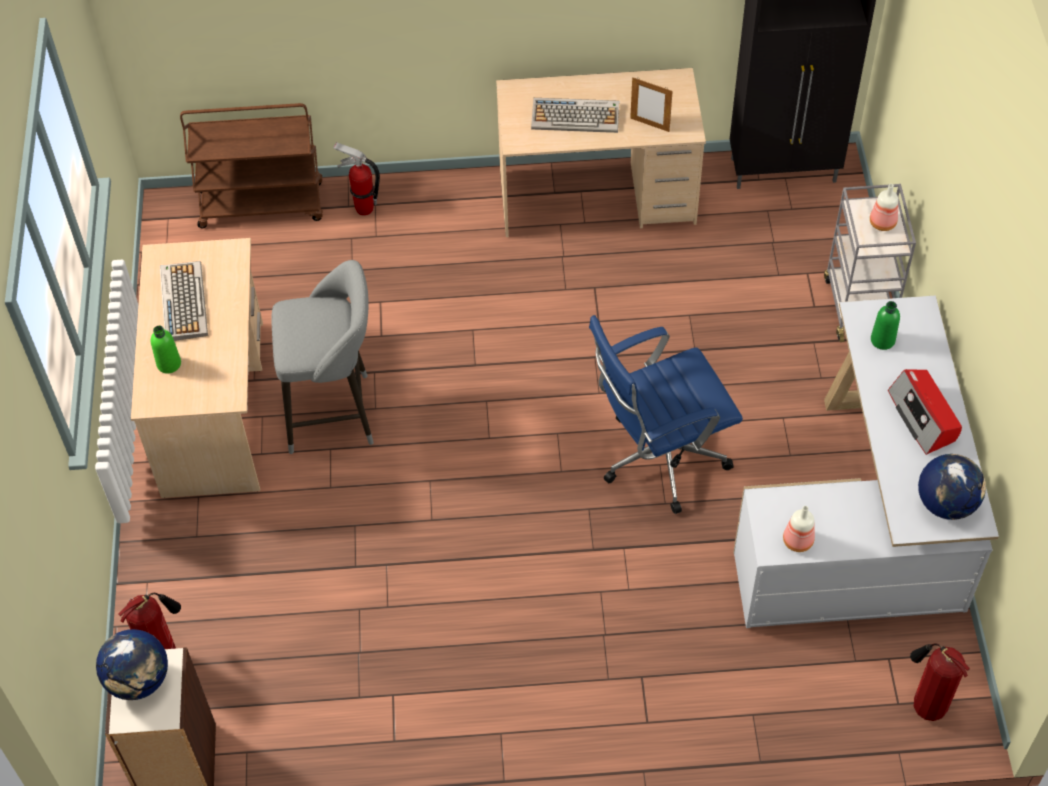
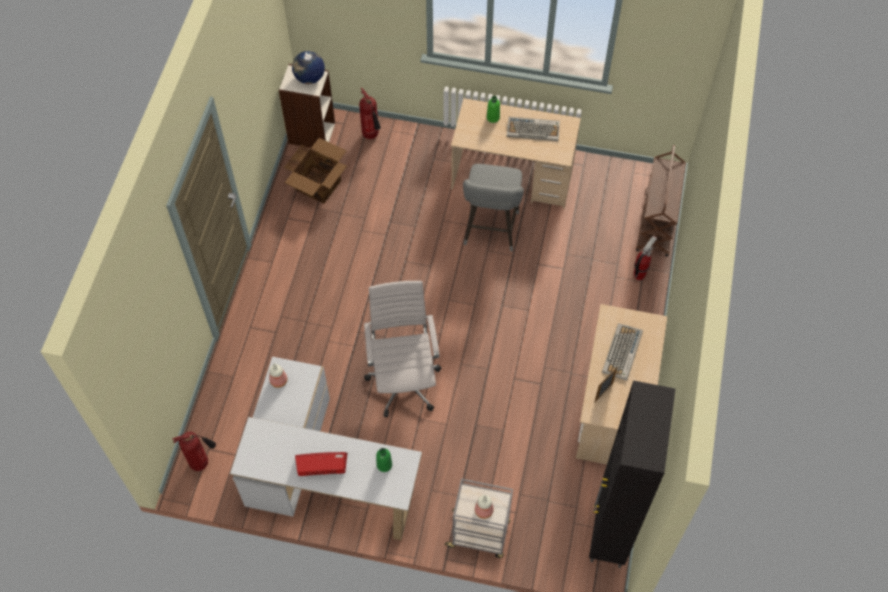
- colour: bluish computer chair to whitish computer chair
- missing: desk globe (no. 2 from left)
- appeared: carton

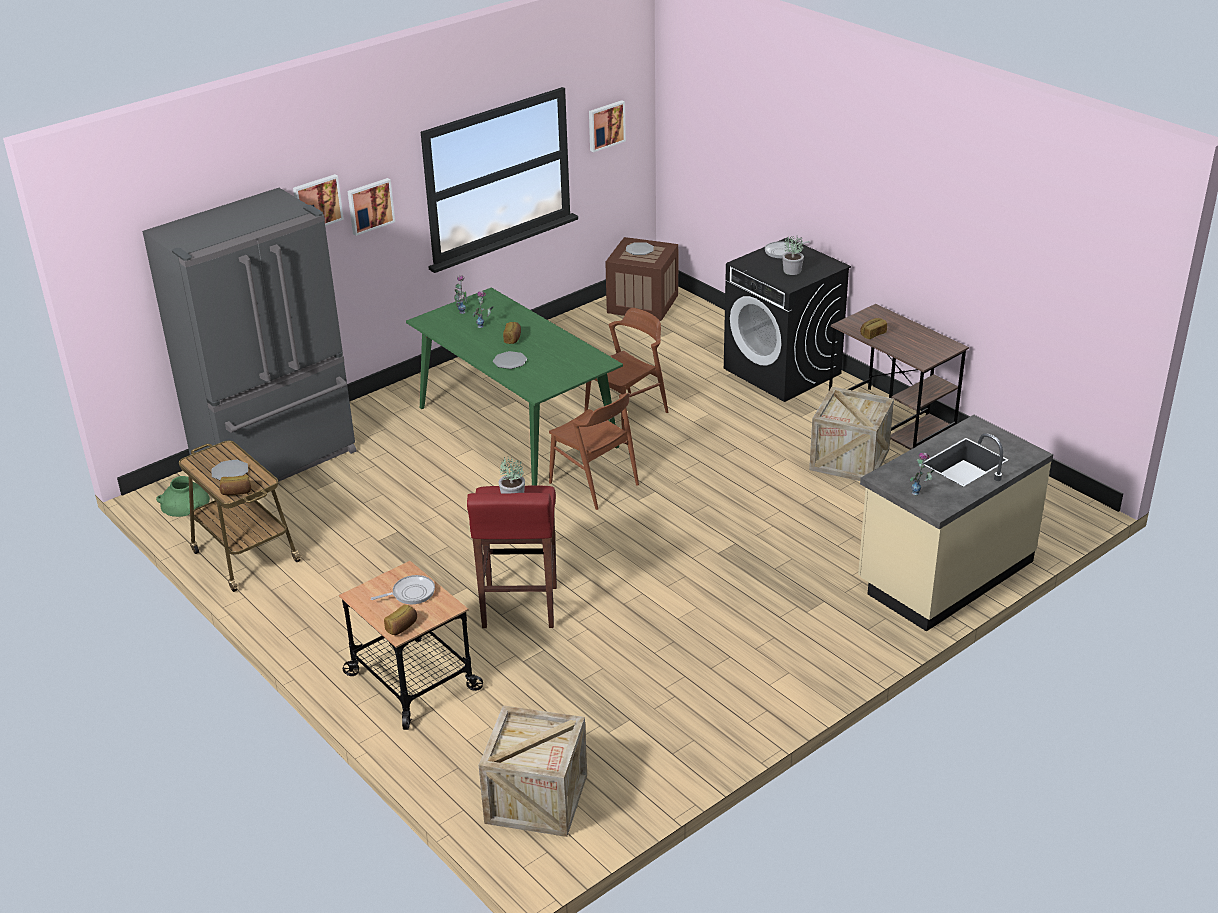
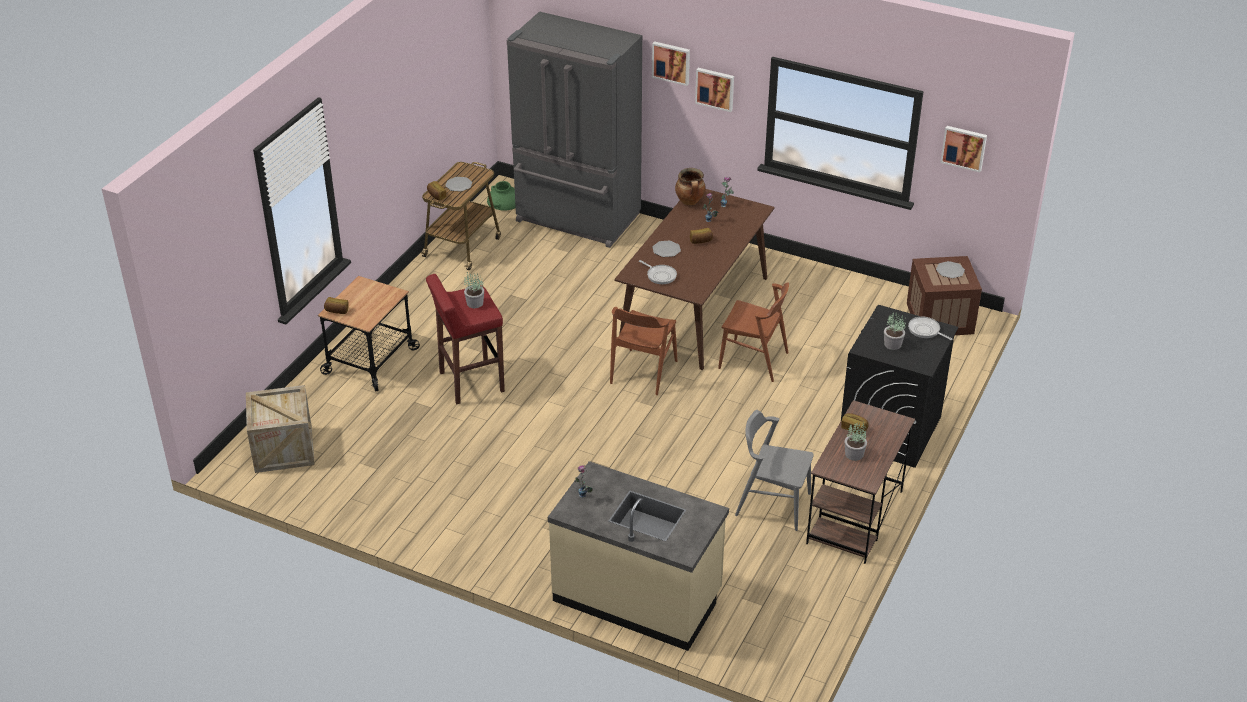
- relocated: skillet (no. 1 from left)
- colour: green-coloured kitchen table to brownish kitchen table
- exchanged: crate (no. 3 from left) to grey upright chair
- appeared: stockpot
- appeared: plant in a pot (no. 2 from left)

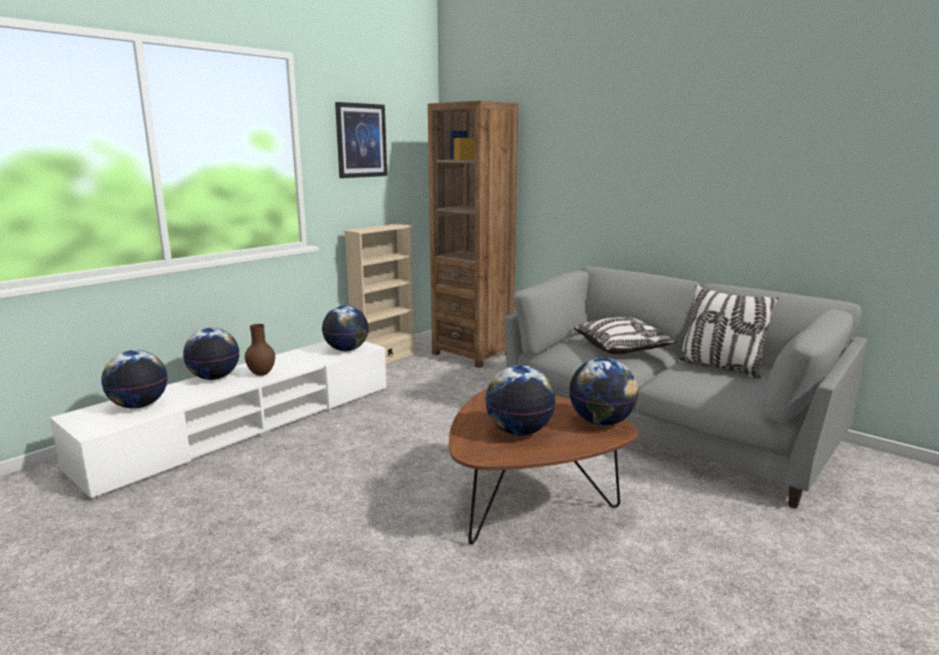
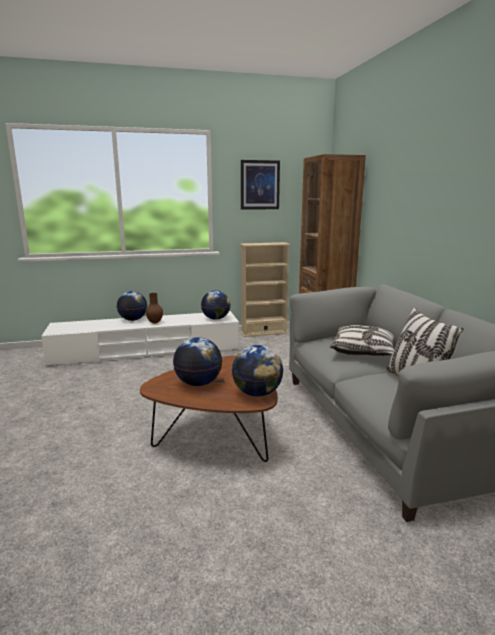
- missing: desk globe (no. 1 from left)

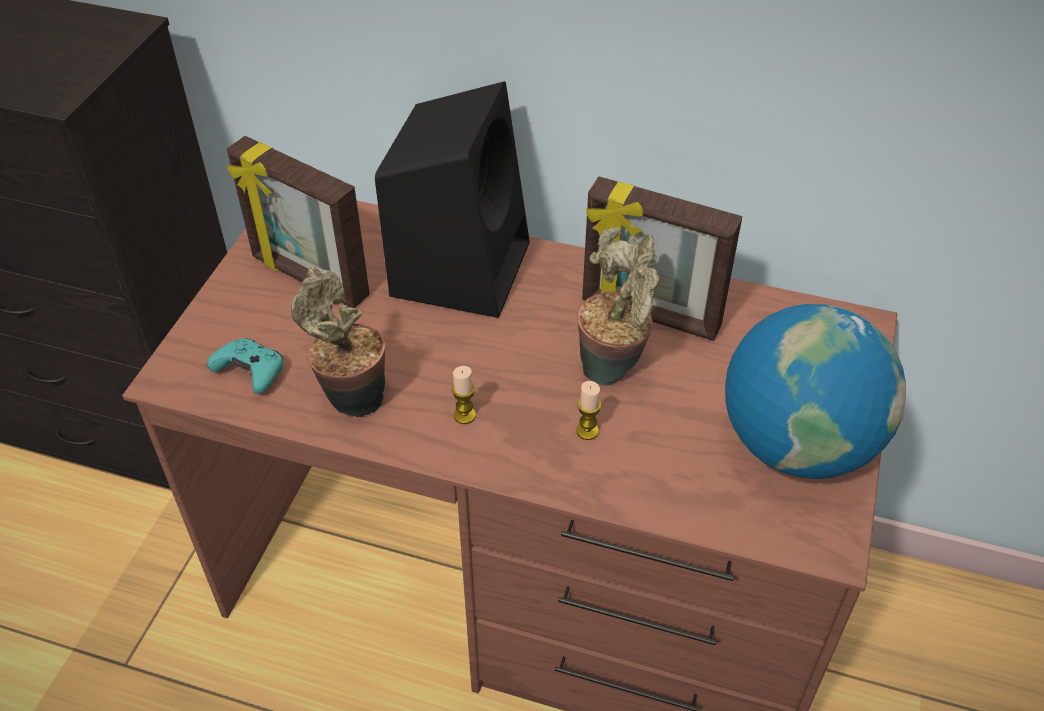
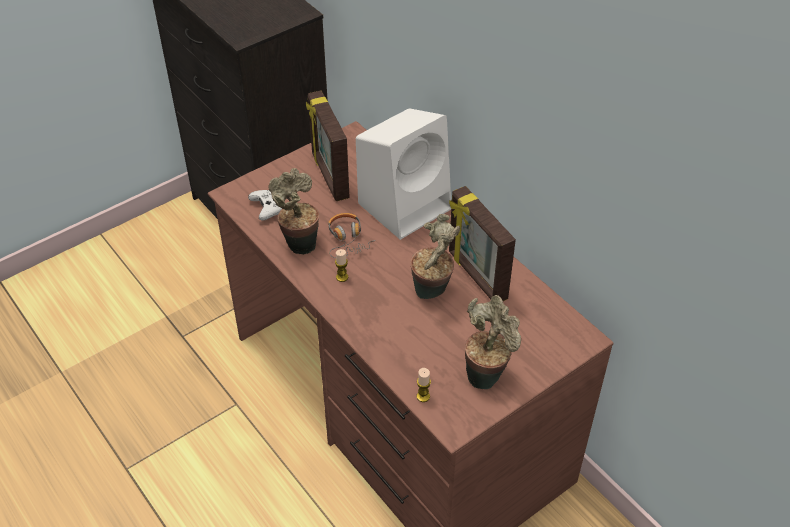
- colour: turquoise joypad to whitish joypad
- colour: black loudspeaker to whitish loudspeaker
- relocated: wax light (no. 2 from left)
- exchanged: desk globe to plant in a pot (no. 3 from left)
- appeared: headphones

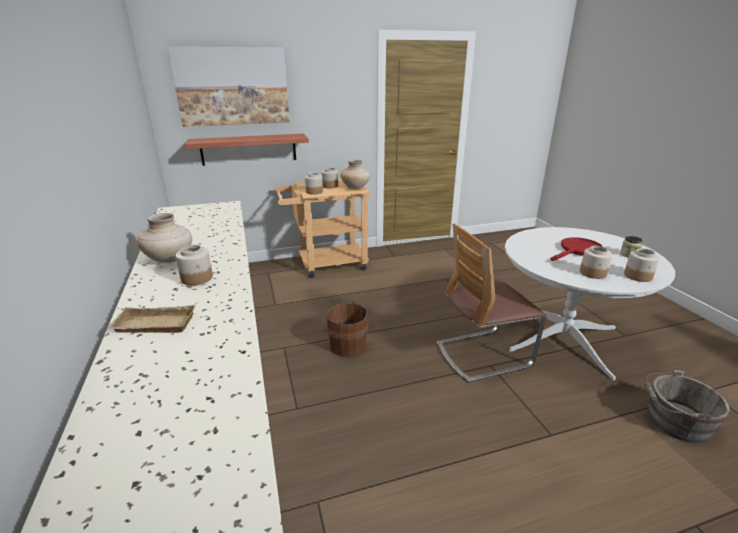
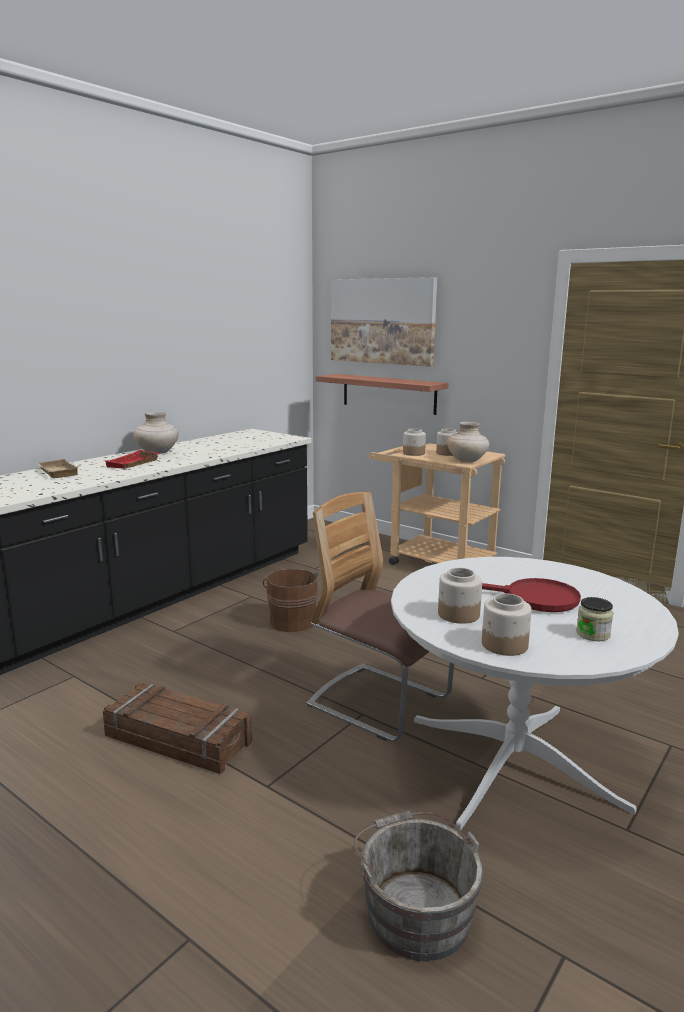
- exchanged: storage jar (no. 1 from left) to reddish carrying tray
- appeared: crate

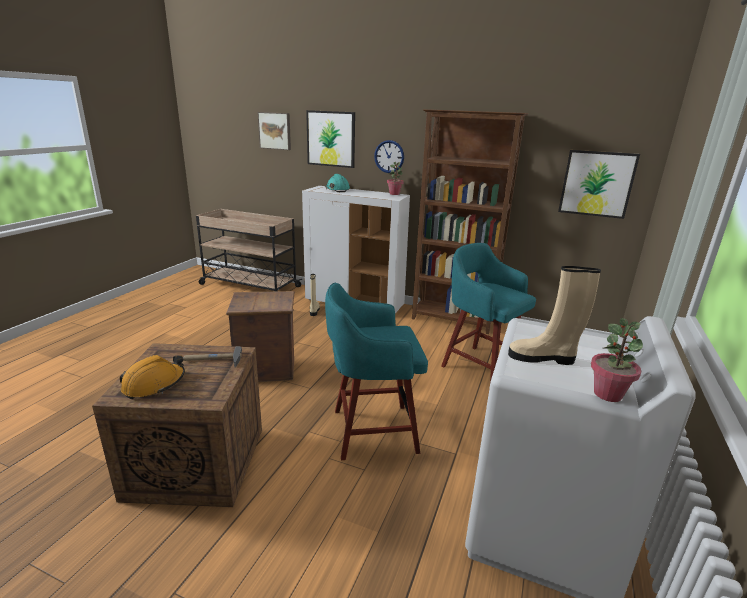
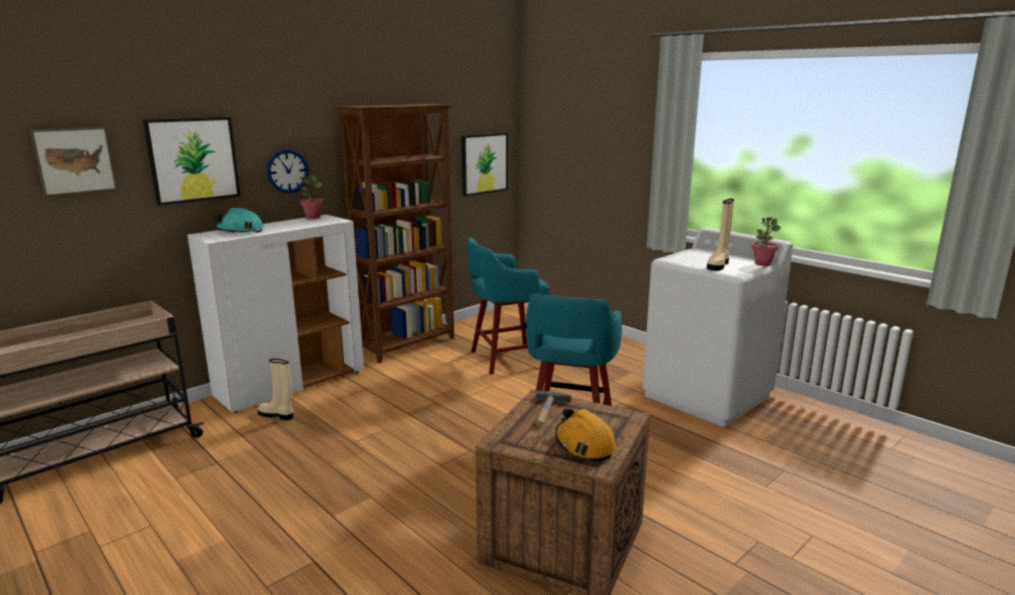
- missing: crate (no. 2 from left)

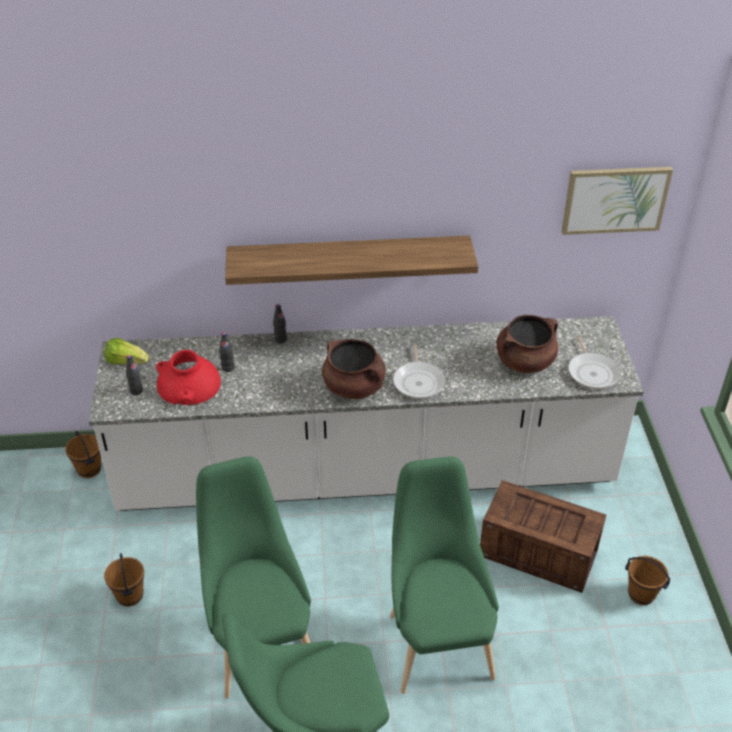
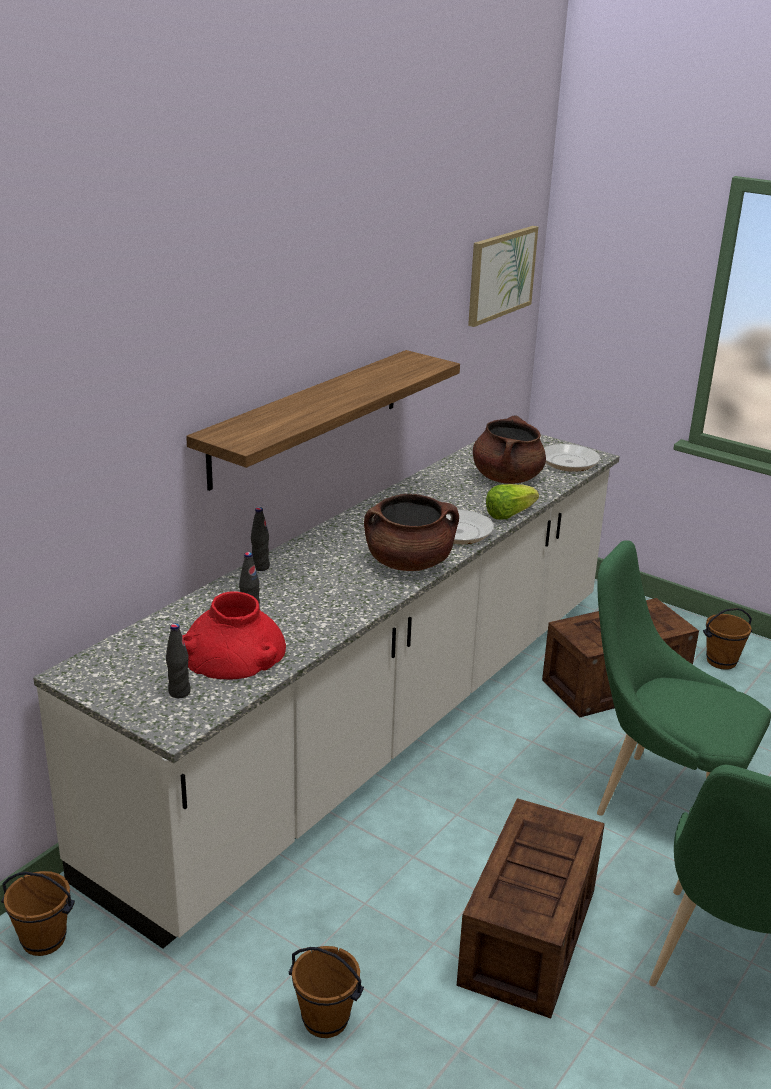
- relocated: head of lettuce
- exchanged: green-coloured upright chair (no. 1 from left) to crate (no. 1 from left)

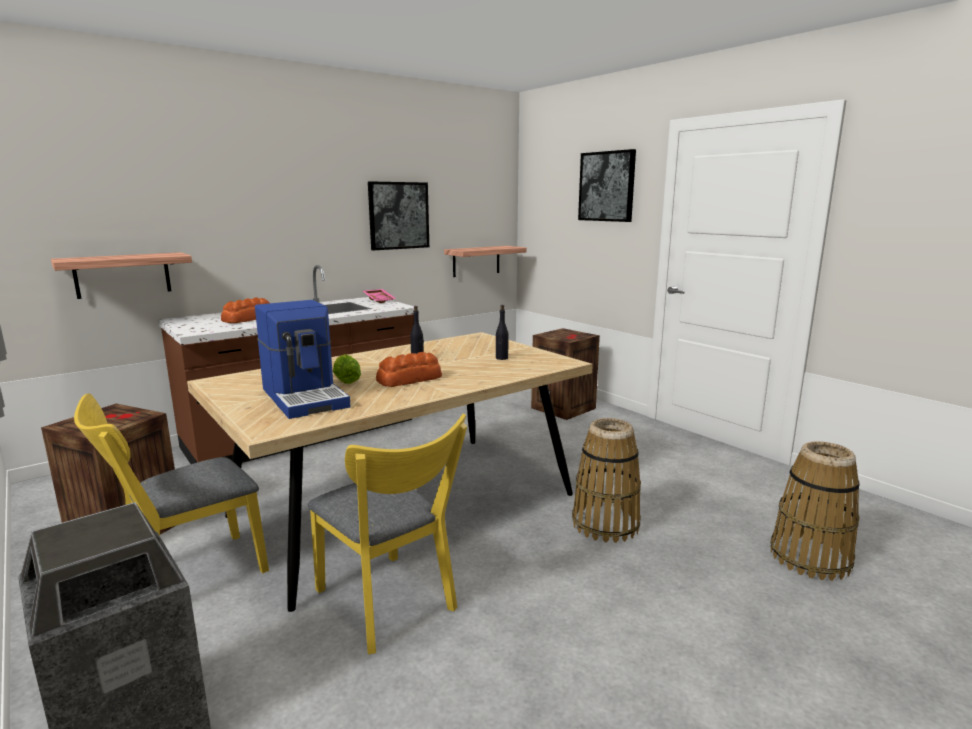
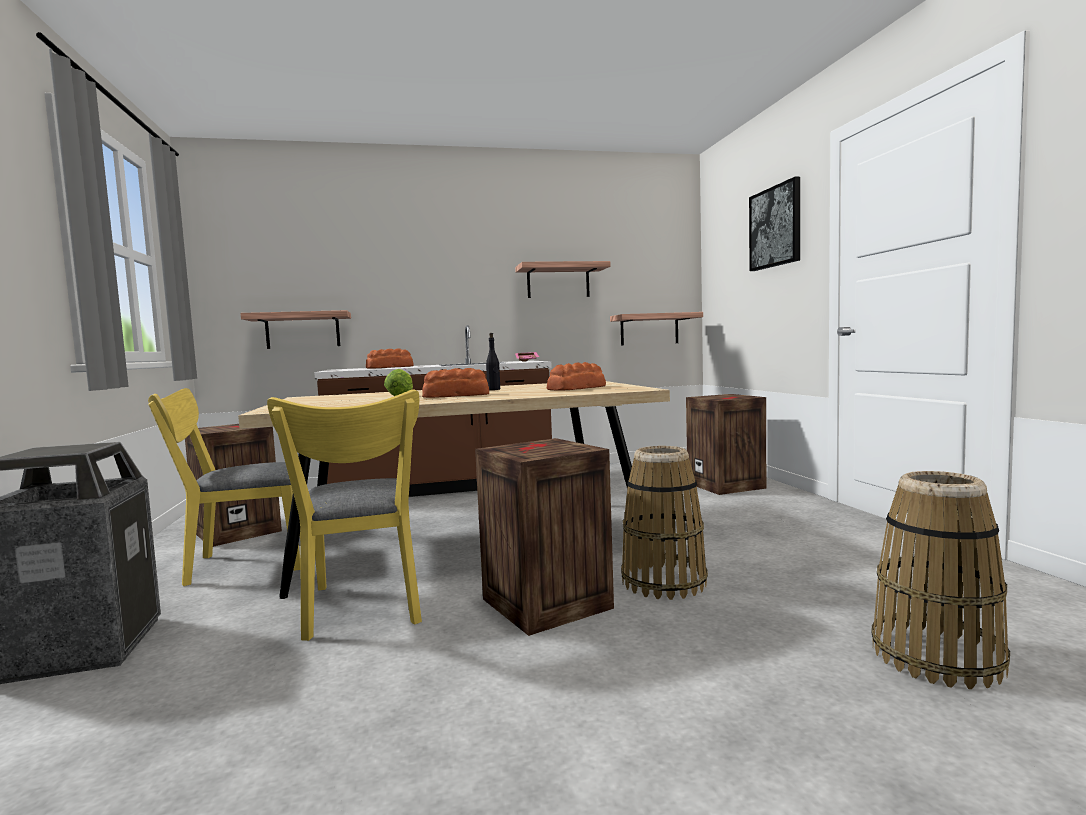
- missing: coffee brewer
- exchanged: wall art (no. 1 from left) to wall shelf (no. 2 from left)
- exchanged: black bottle (no. 2 from left) to baked bread (no. 3 from left)
- appeared: crate (no. 2 from left)

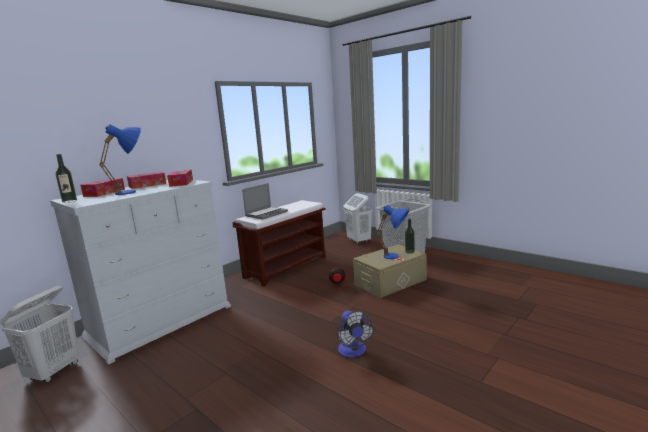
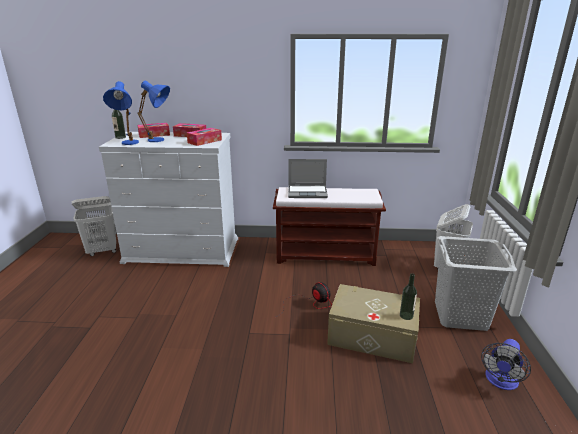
- relocated: fan (no. 2 from left)
- relocated: bluish lamp for a table (no. 2 from left in the first image) to bluish lamp for a table (no. 1 from left)

